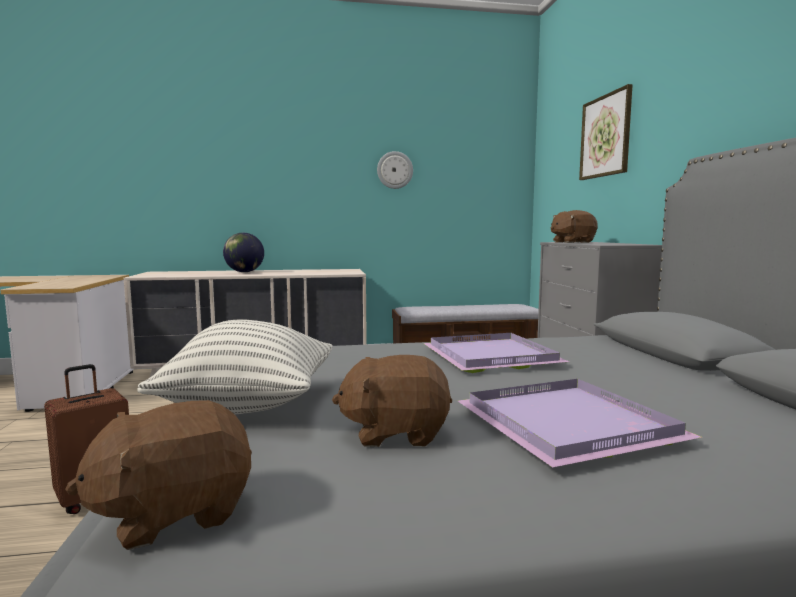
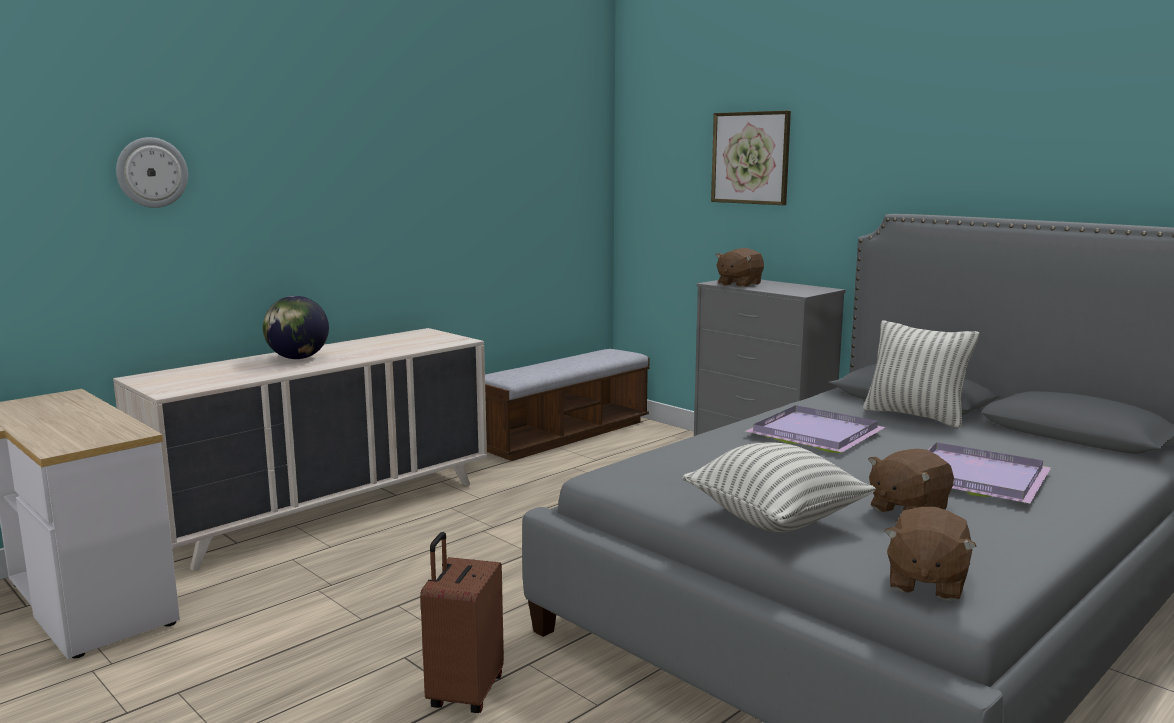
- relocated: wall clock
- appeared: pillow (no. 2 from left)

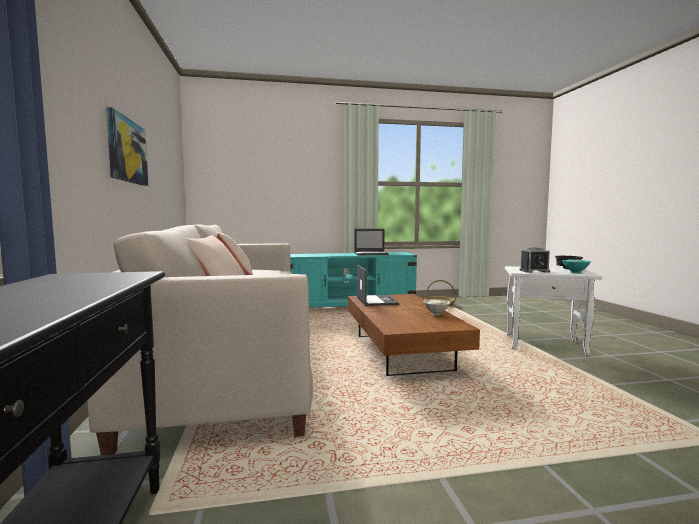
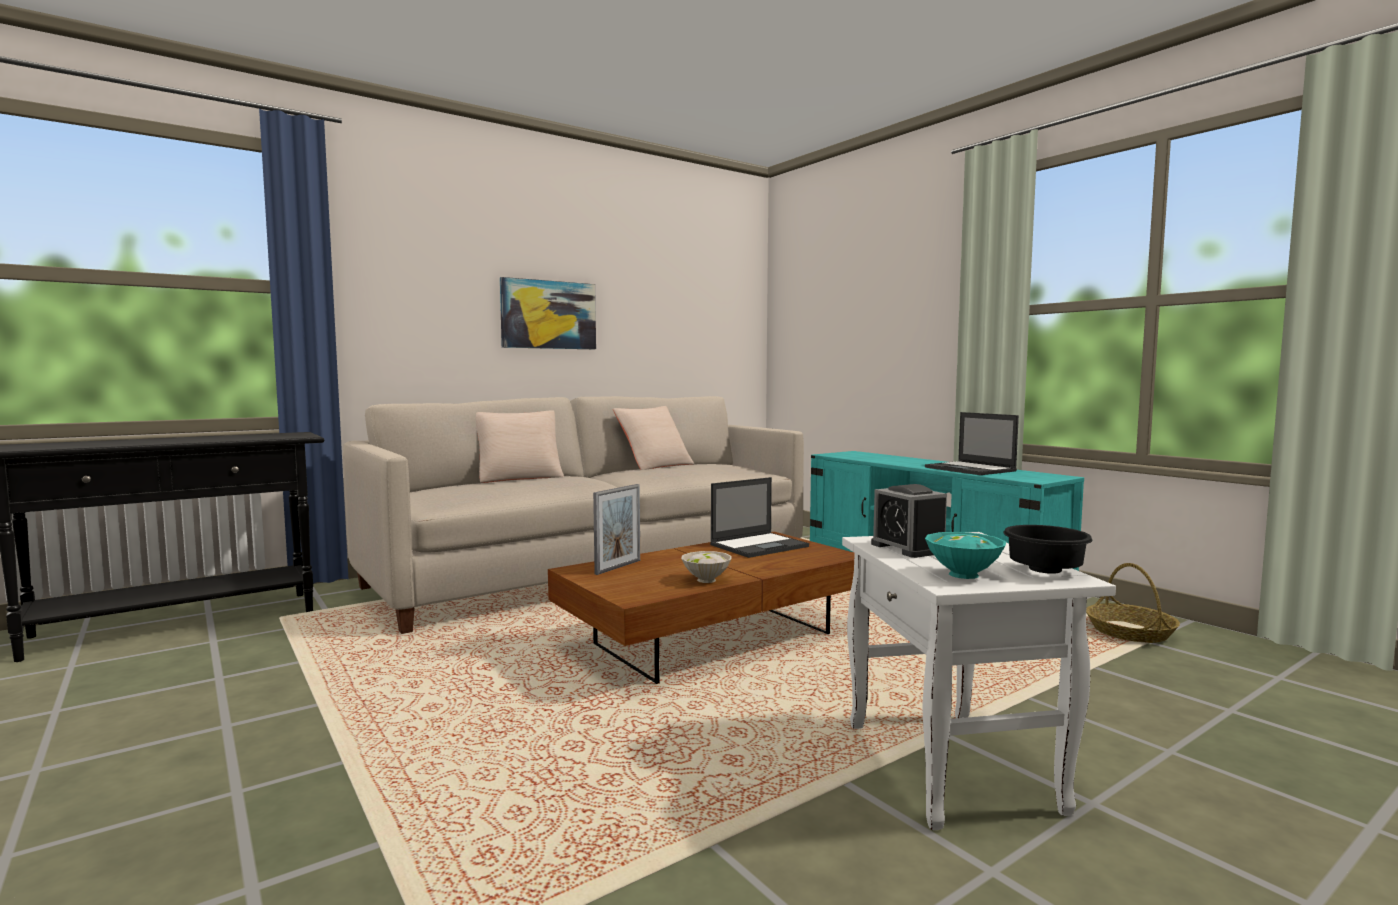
- appeared: standing frame

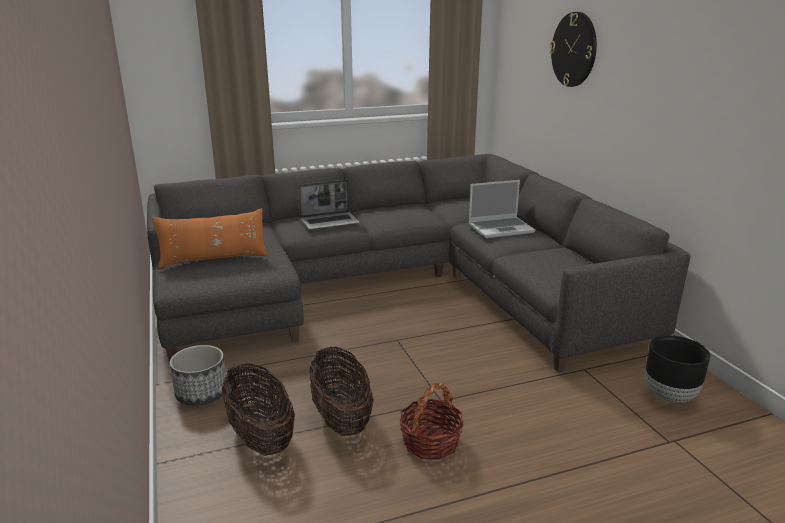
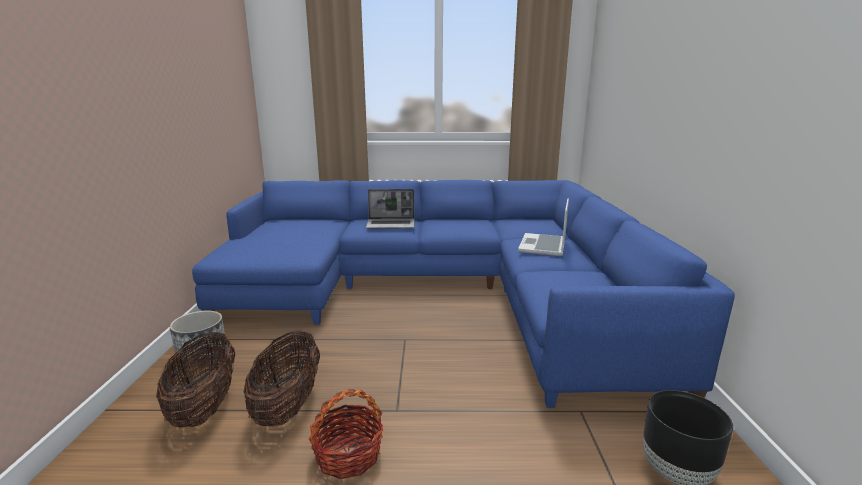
- colour: grey couch to bluish couch
- missing: orange-coloured pillow
- spun: notebook computer (no. 2 from left) 105 degrees clockwise
- missing: wall clock

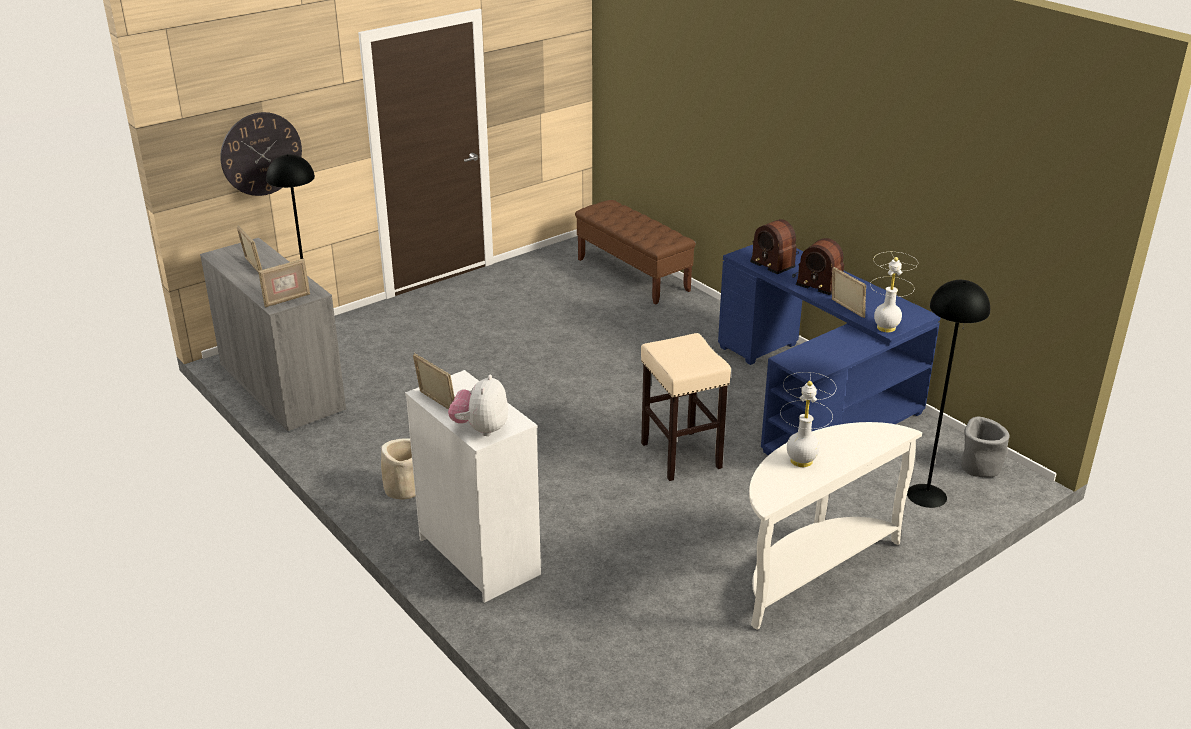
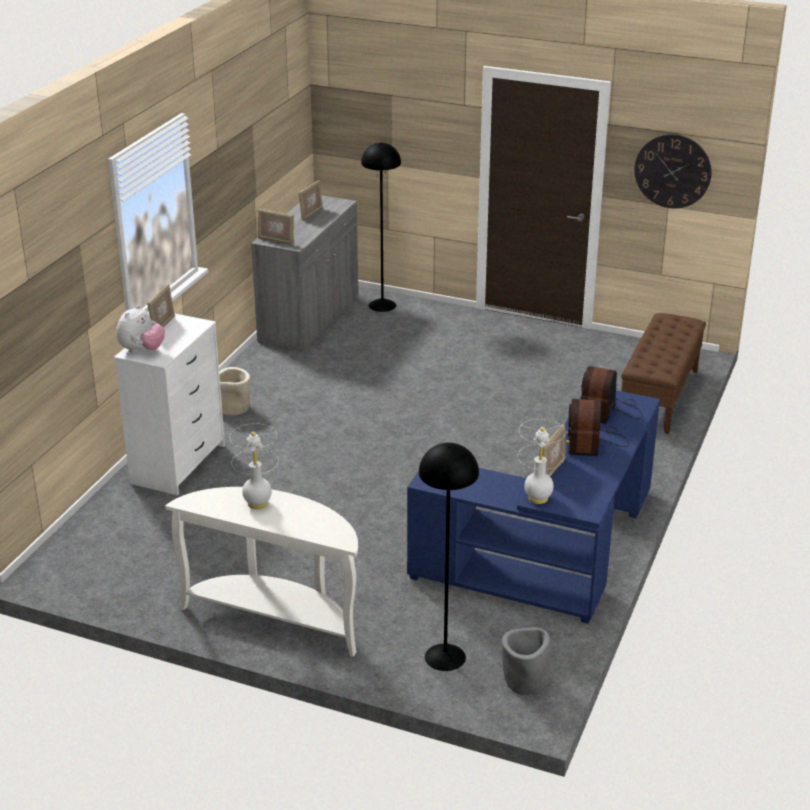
- relocated: wall clock
- spun: plush toy 135 degrees clockwise
- missing: beige stool

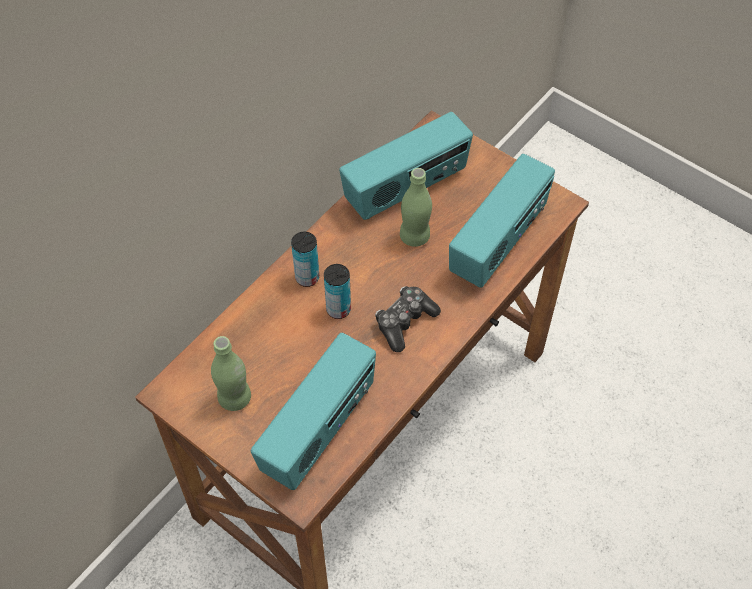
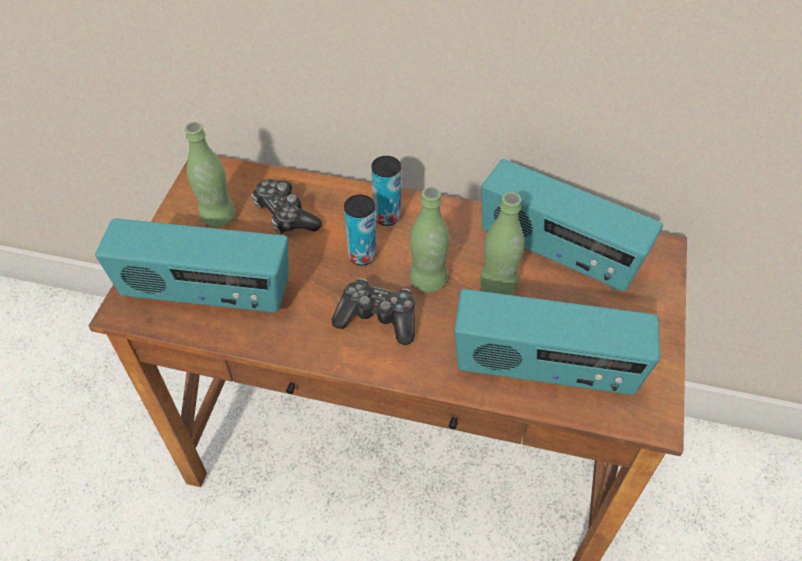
- appeared: joypad (no. 1 from left)
- appeared: green-coloured bottle (no. 2 from left)

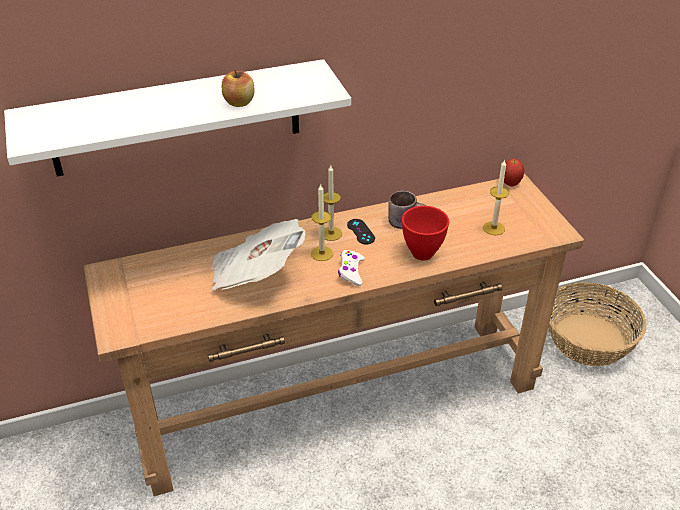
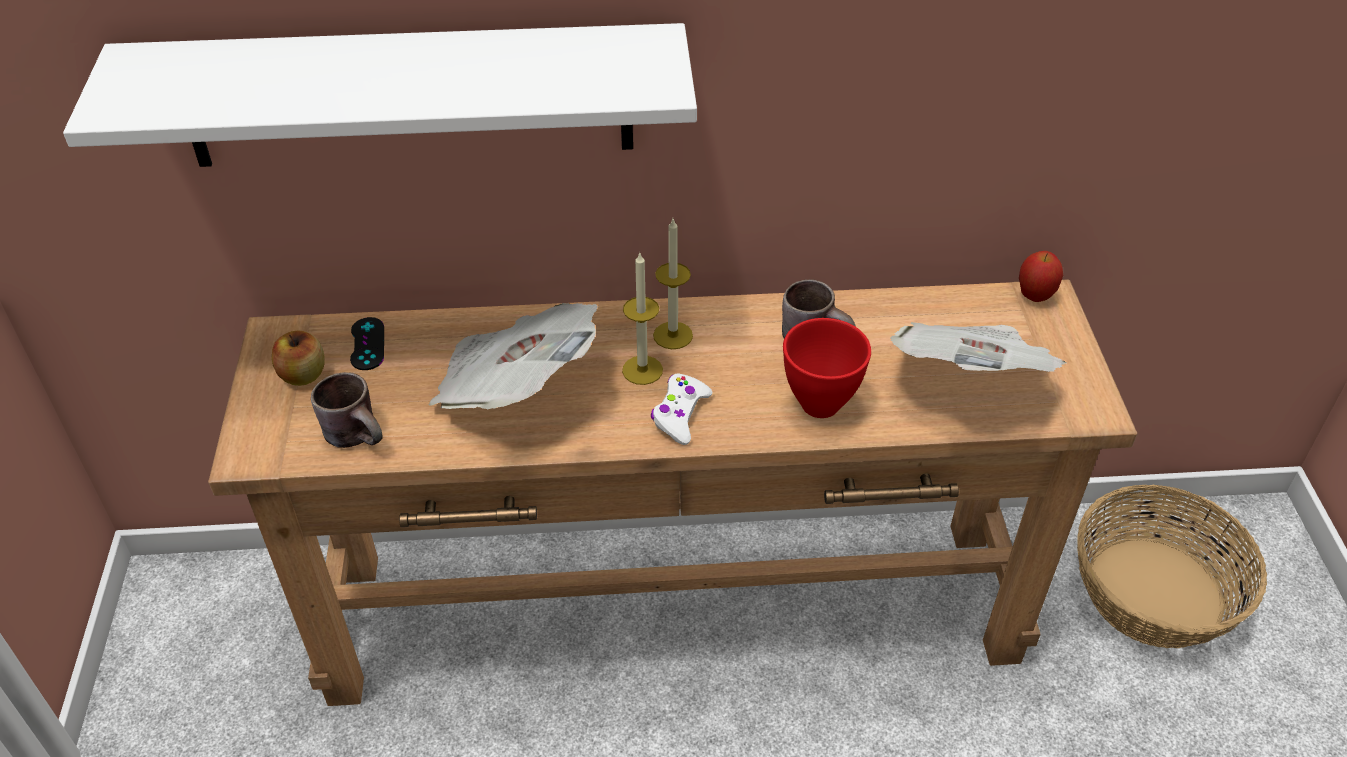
- relocated: apple (no. 1 from left)
- relocated: black joypad
- exchanged: wax light (no. 3 from left) to daily paper (no. 2 from left)
- appeared: brownish mug (no. 1 from left)

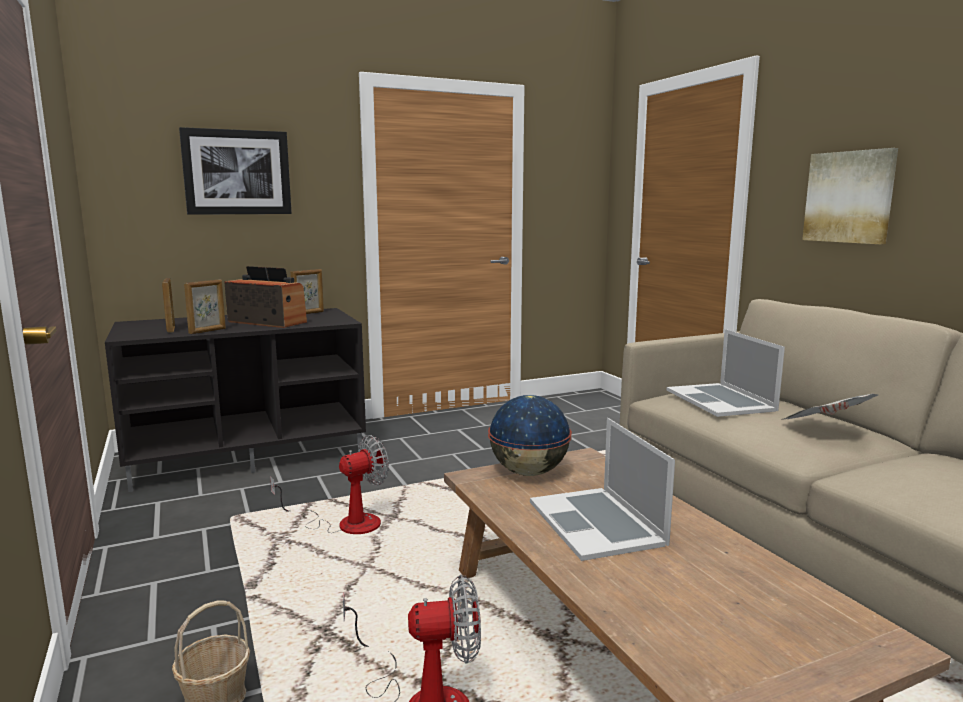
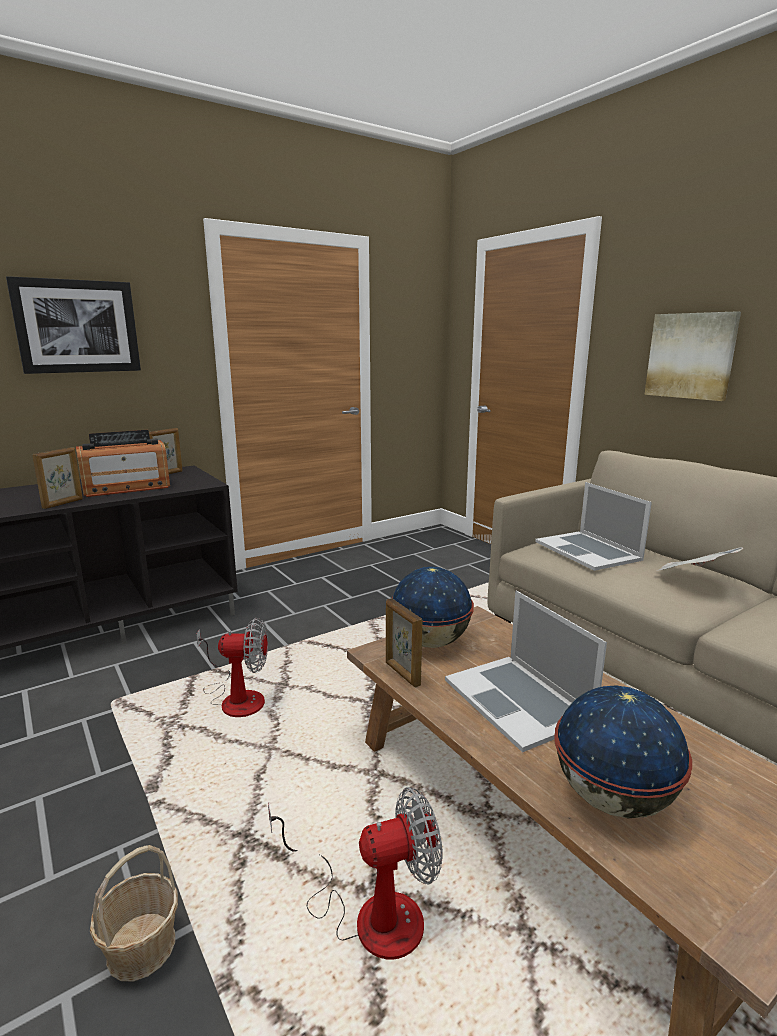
- relocated: standing frame (no. 1 from left in the first image) to standing frame (no. 3 from left)
- spun: radio 135 degrees clockwise
- spun: fan (no. 1 from left) 45 degrees clockwise
- appeared: desk globe (no. 2 from left)

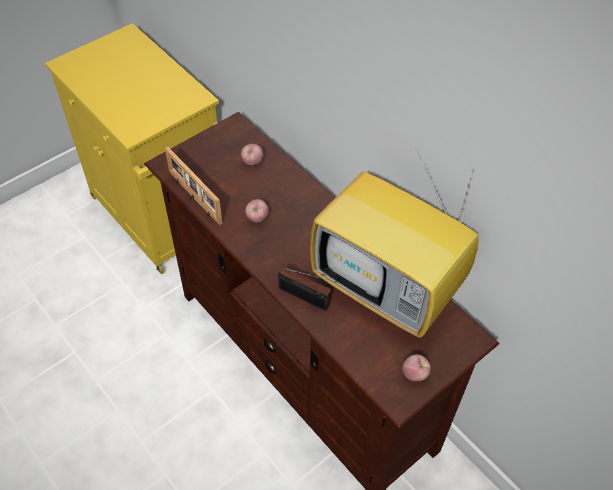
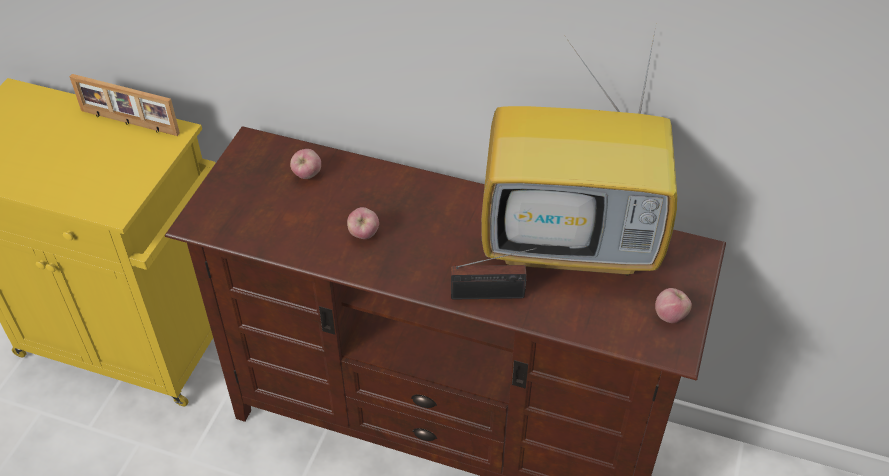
- relocated: standing frame

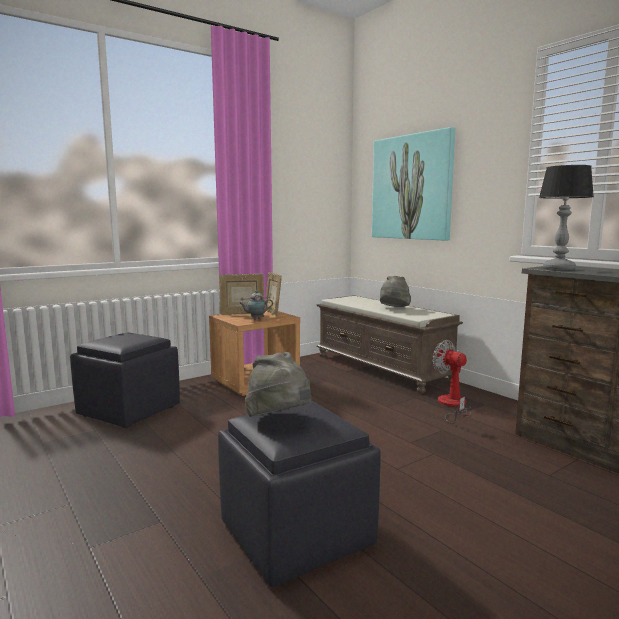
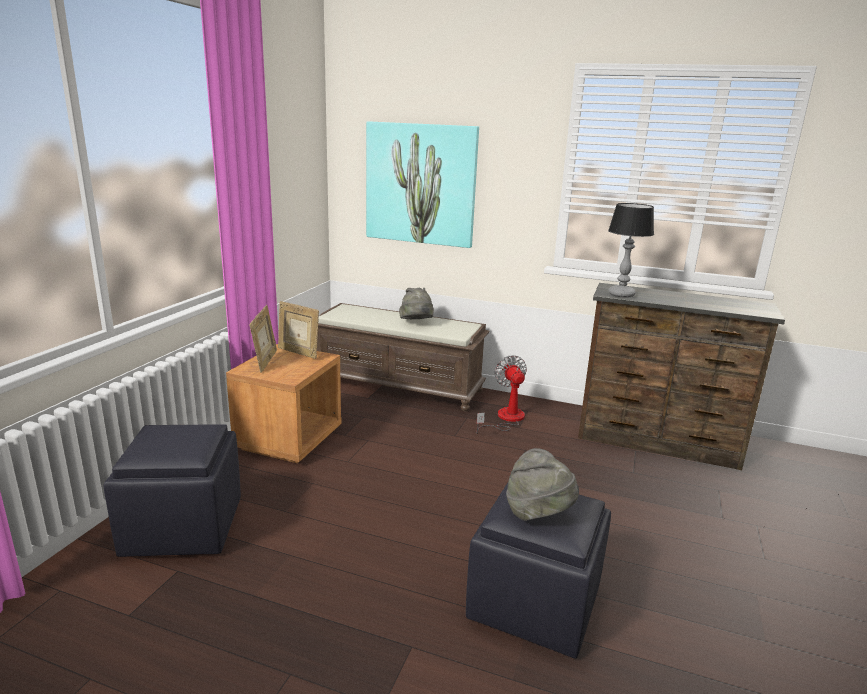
- spun: standing frame (no. 1 from left) 60 degrees counterclockwise
- missing: teapot
- spun: fan 60 degrees clockwise

